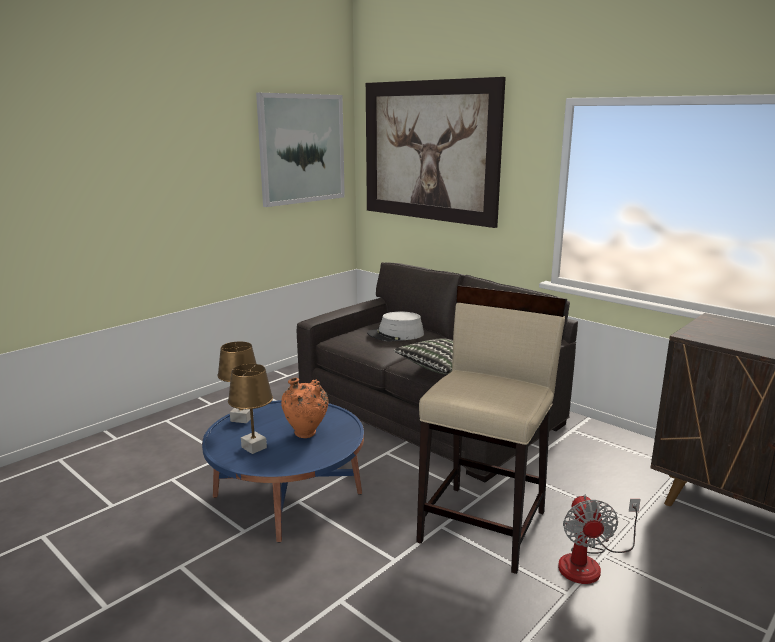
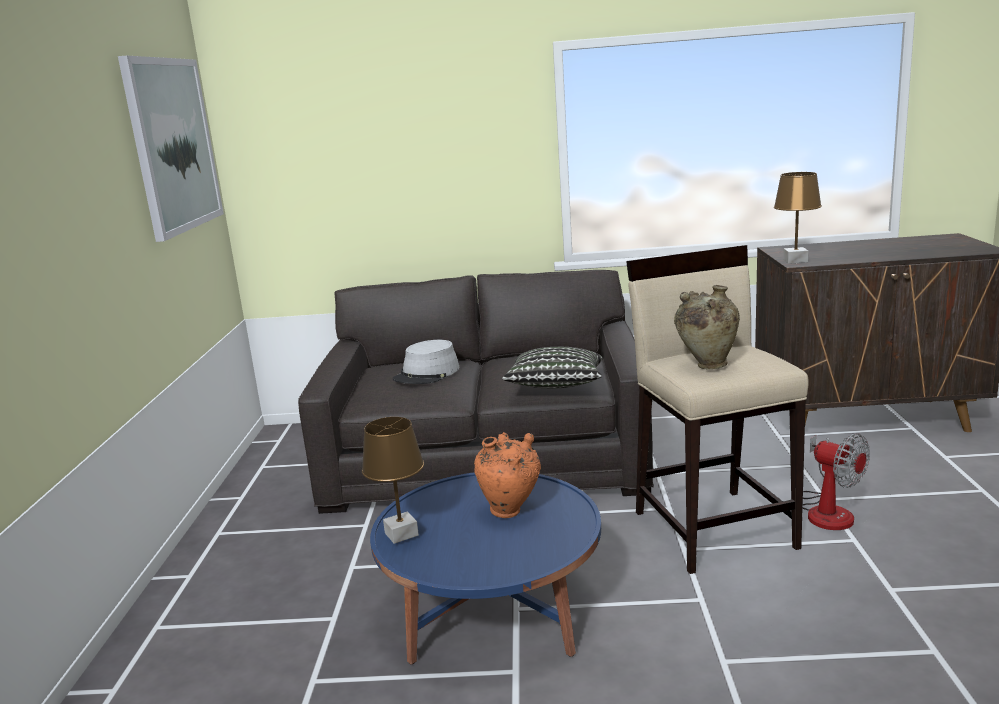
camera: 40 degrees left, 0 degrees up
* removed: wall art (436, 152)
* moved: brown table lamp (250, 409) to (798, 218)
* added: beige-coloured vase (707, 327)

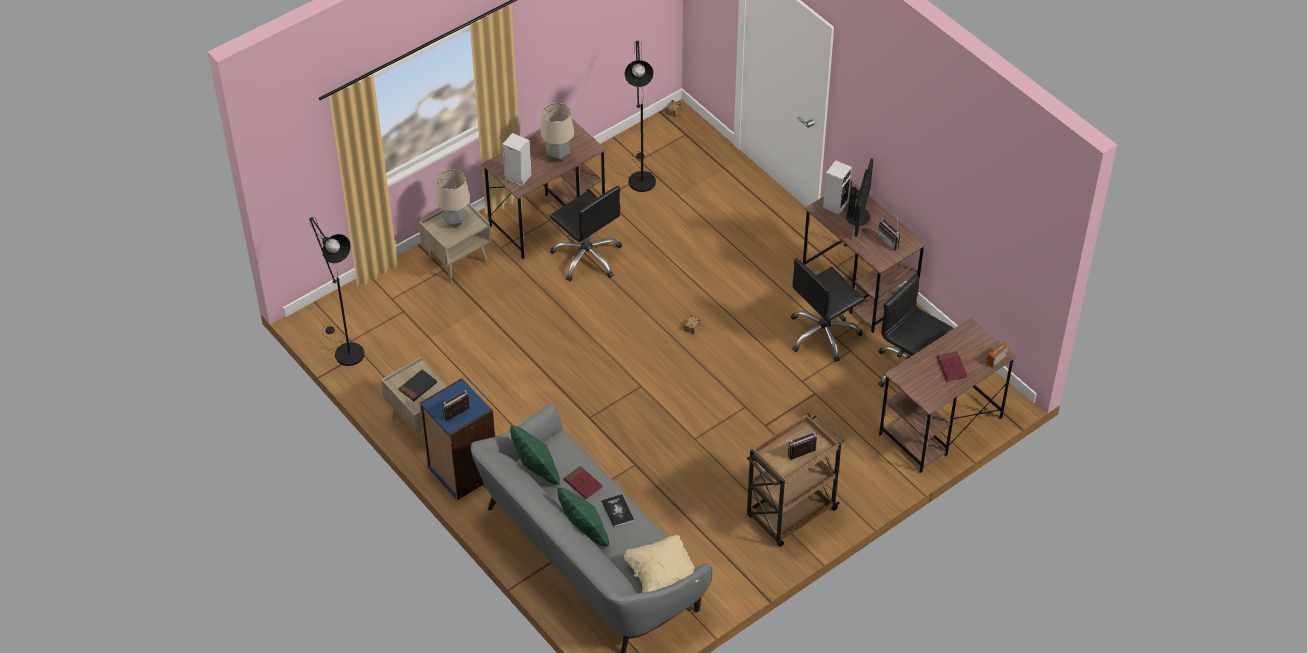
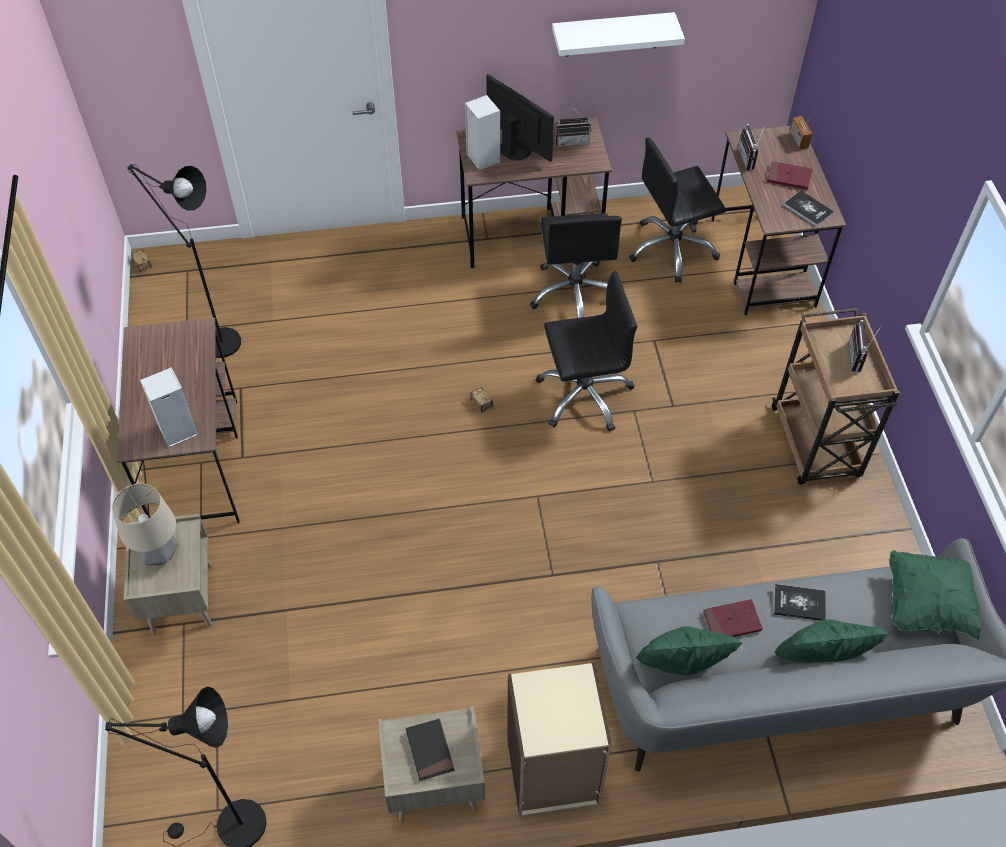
camera: 60 degrees left, 5 degrees up
* removed: table lamp (557, 132)
* moved: black computer chair (586, 233) to (586, 351)
* recoloured: bluish bookshelf (457, 439) to beige-coloured bookshelf (559, 739)
* moved: radio set (456, 405) to (752, 147)
* recoloured: beige-coloured throw pillow (661, 564) to greenish throw pillow (935, 595)
* added: white-coloured wall shelf (618, 34)
* added: volume (808, 208)

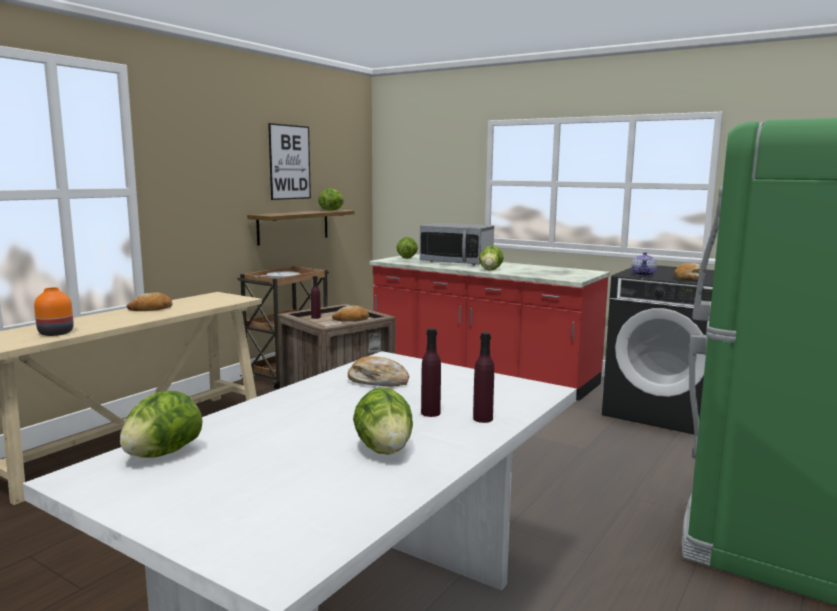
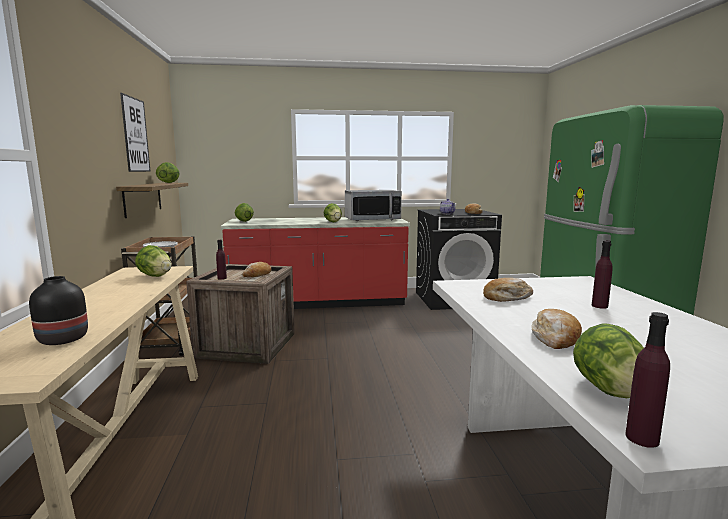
camera: 40 degrees left, 0 degrees up
* moved: microwave (457, 244) to (373, 206)
* recoloured: orange vase (54, 311) to black vase (58, 310)
* moved: baked bread (150, 302) to (556, 329)
* moved: purple drink bottle (483, 377) to (647, 380)
* moved: head of lettuce (383, 421) to (153, 261)

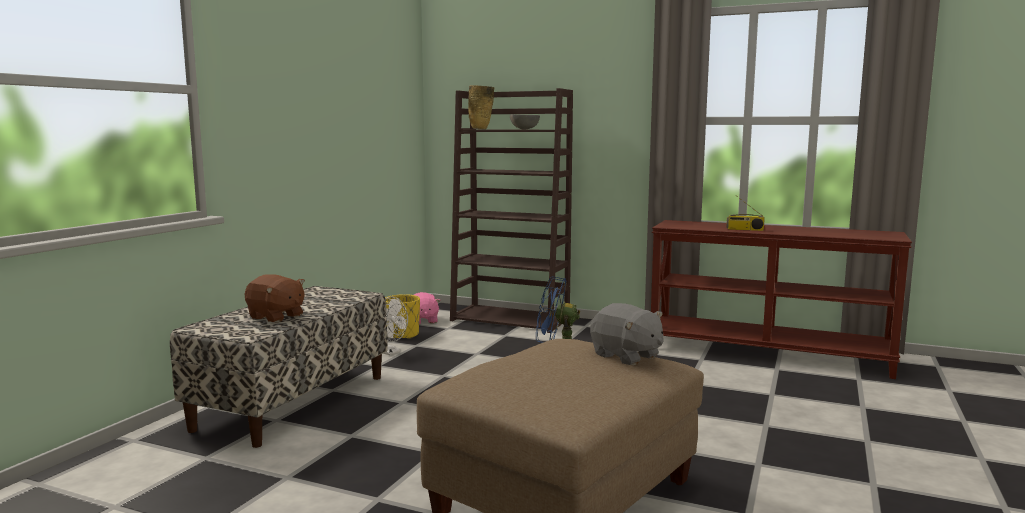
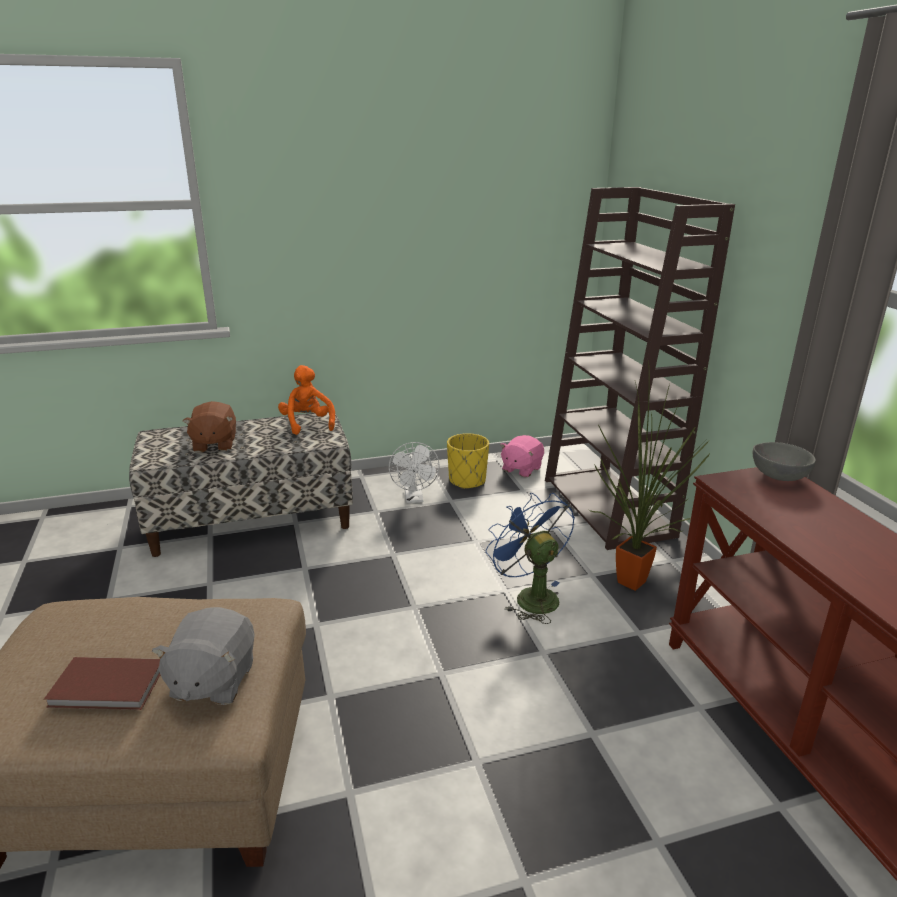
camera: 50 degrees right, 15 degrees up
* removed: beige-coloured vase (481, 107)
* moved: gray bowl (525, 121) to (784, 461)
* removed: radio set (745, 213)
* added: plant in a pot (648, 475)
* added: orange soft toy (306, 400)
* added: brown volume (102, 683)

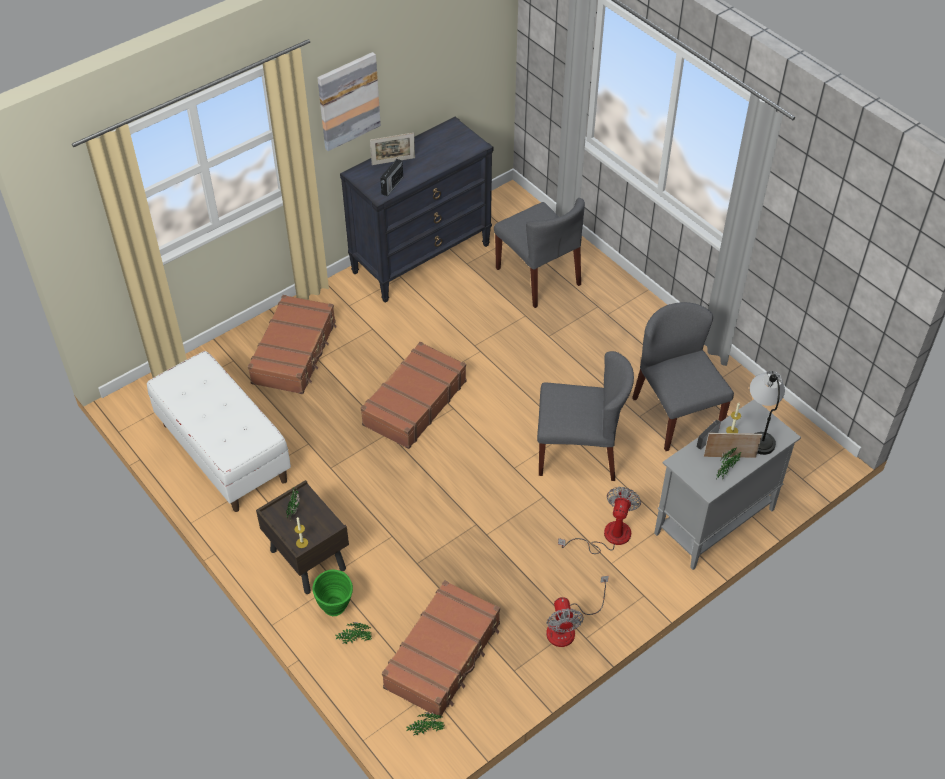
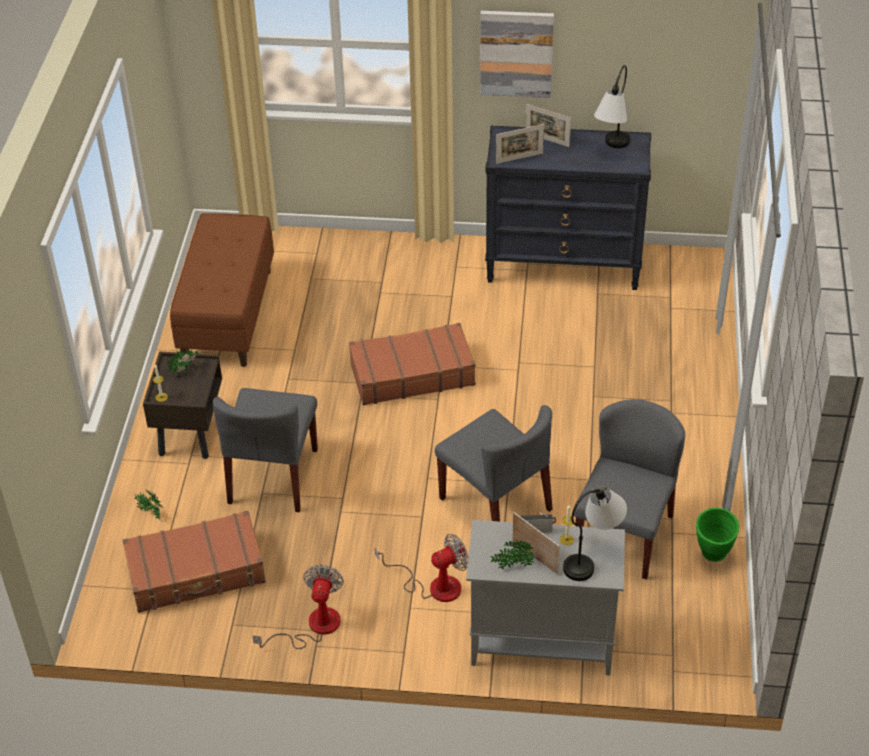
camera: 45 degrees right, 5 degrees down
* replaced: radio set (391, 177) to photo frame (520, 144)
* moved: gray plain chair (539, 253) to (265, 450)
* removed: brown suitcase (292, 344)
* recoloured: white-coloured indoor bench (219, 431) to brown indoor bench (222, 290)
* moved: greenish vase (333, 593) to (717, 535)
* turned: electric fan (577, 611) = (298, 607) 150 degrees clockwise
* removed: plant in a pot (425, 724)
* added: table lamp (612, 106)

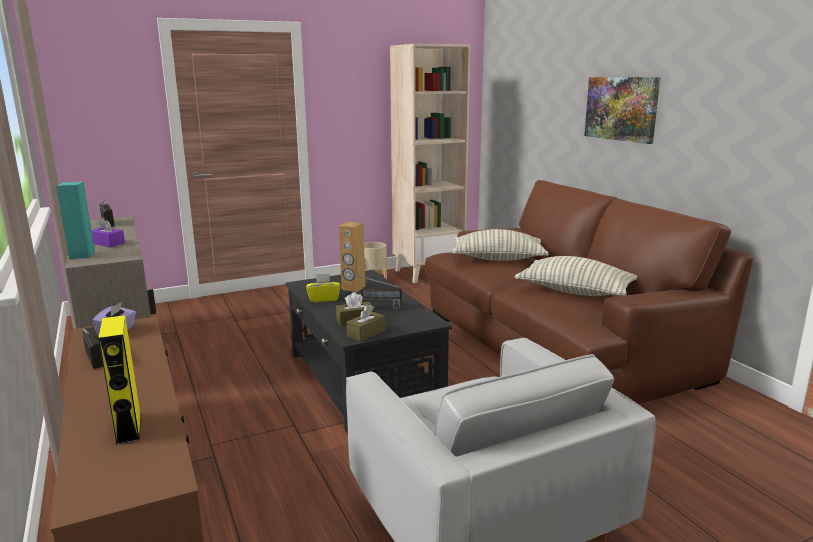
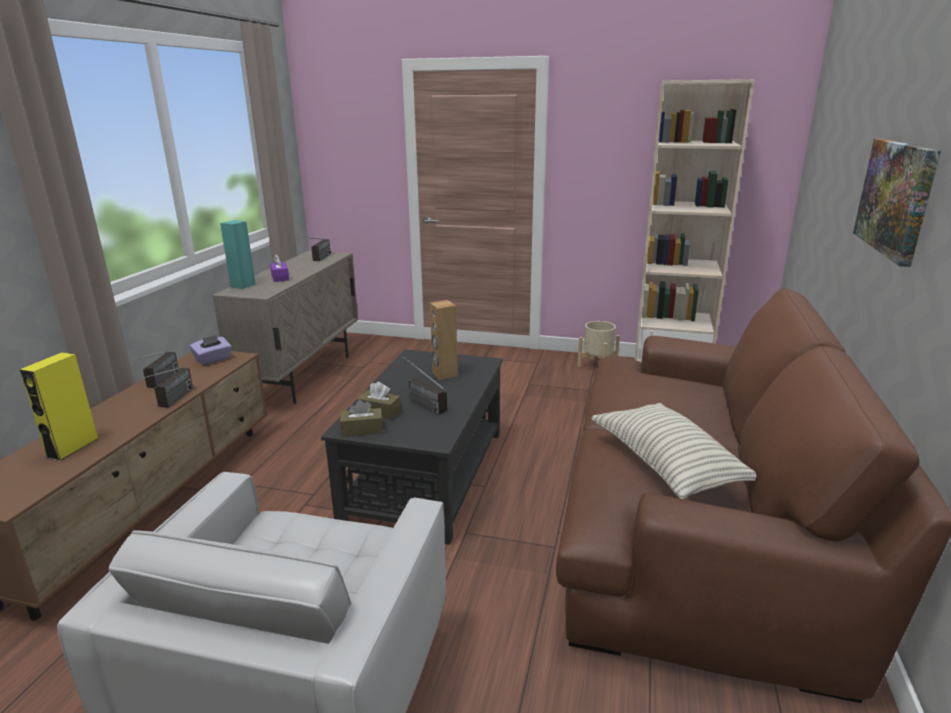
camera: 40 degrees right, 5 degrees up
* removed: throw pillow (500, 245)
* removed: yellow-coloured tissue box (323, 287)
* added: radio set (164, 388)

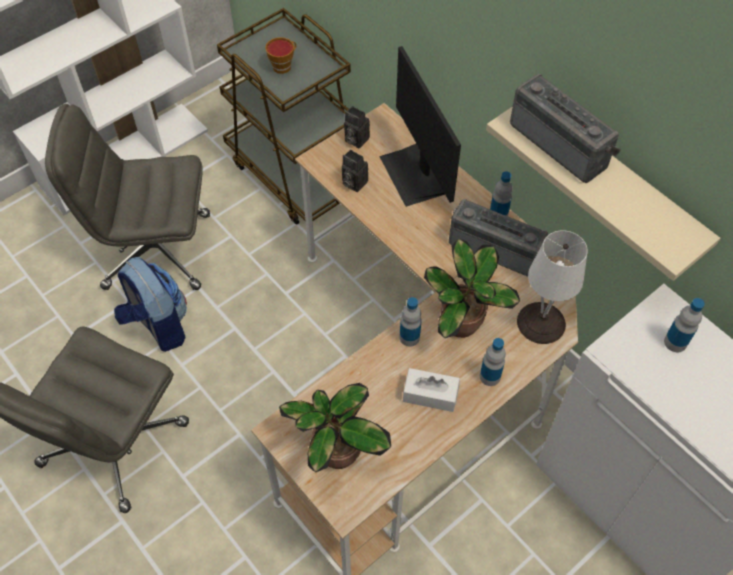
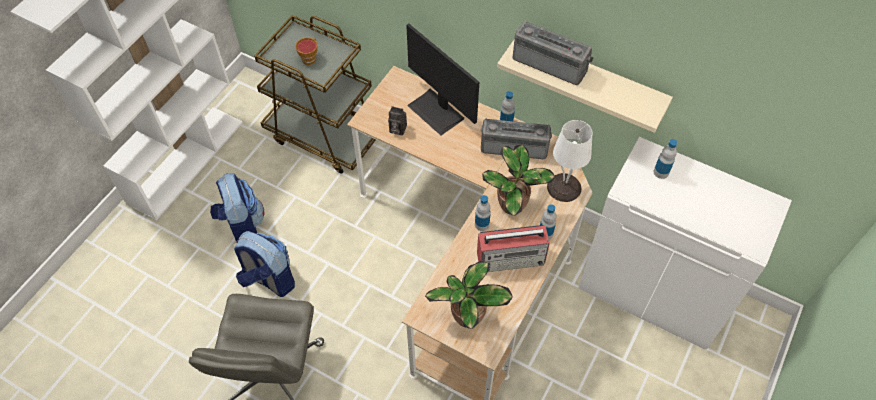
camera: 20 degrees left, 0 degrees up
* replaced: gray computer chair (127, 197) to backpack (237, 207)
* removed: still camera (357, 127)
* replaced: white-coloured tissue box (431, 390) to radio set (513, 248)

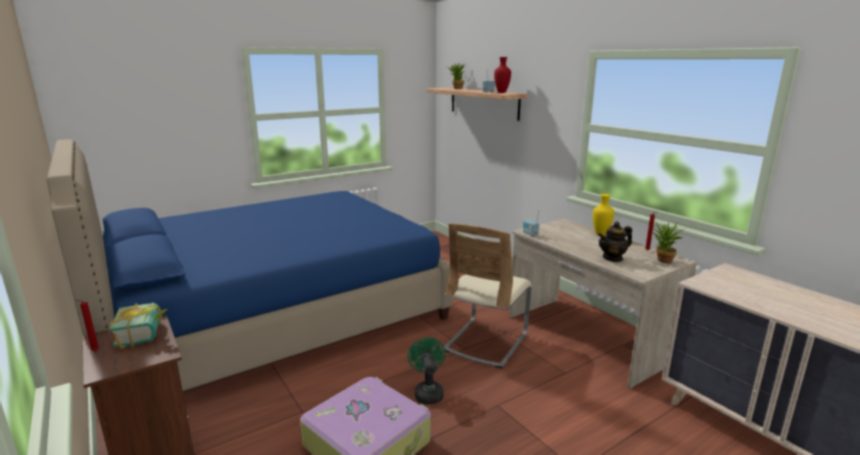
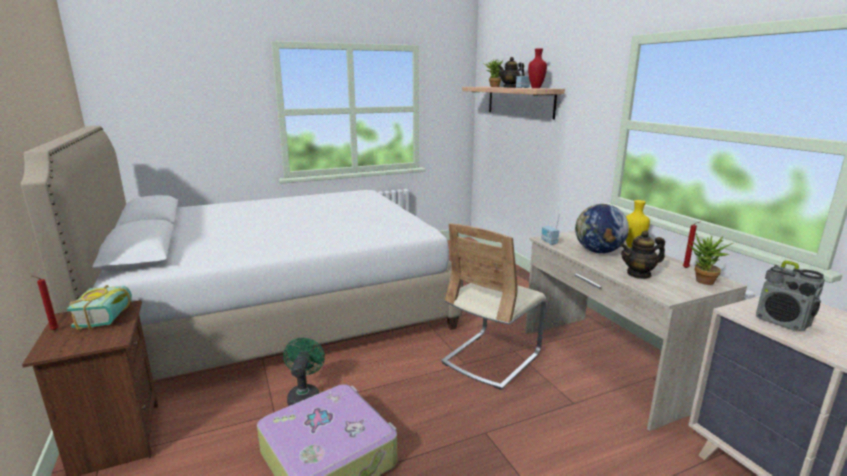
camera: 10 degrees right, 0 degrees up
* recoloured: bluish bedroom bed (250, 265) to white-coloured bedroom bed (242, 253)
* moved: greenish electric fan (426, 370) to (304, 372)
* added: teapot (511, 72)
* added: world globe (602, 228)
* added: radio set (790, 296)

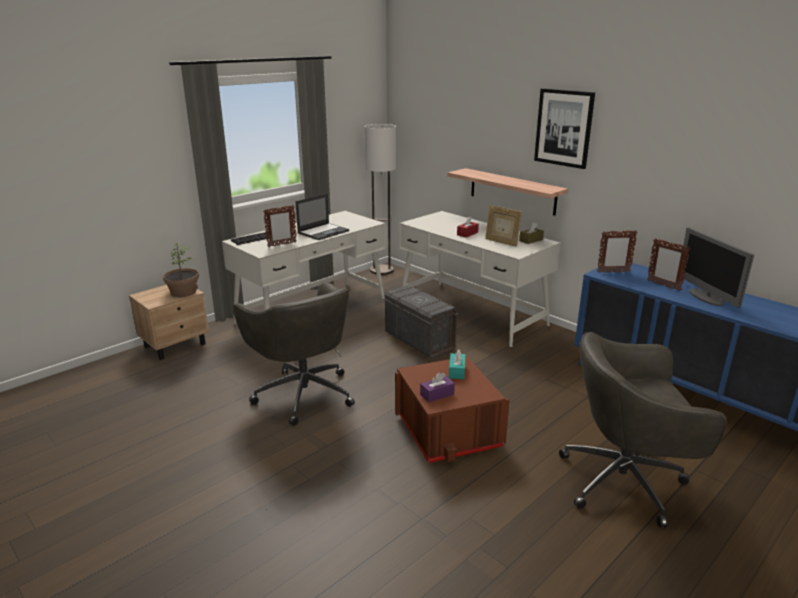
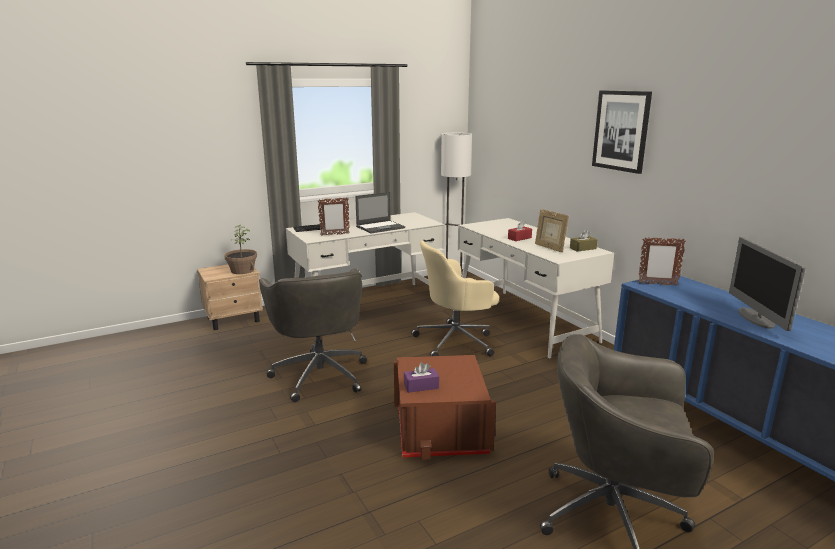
camera: 15 degrees right, 5 degrees down
* removed: wall shelf (508, 192)
* removed: photo frame (668, 264)
* replaced: gray storage bin (421, 322) to beige-coloured computer chair (455, 298)
* removed: blue-green tissue box (457, 364)

